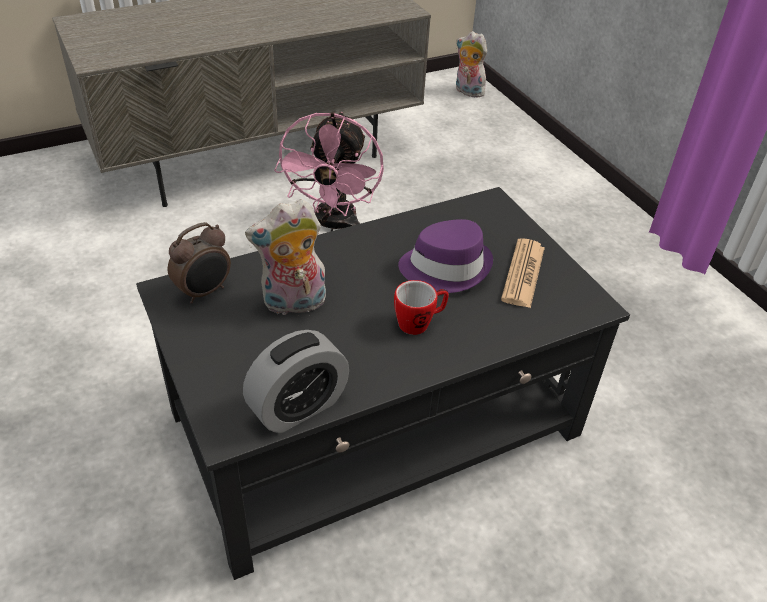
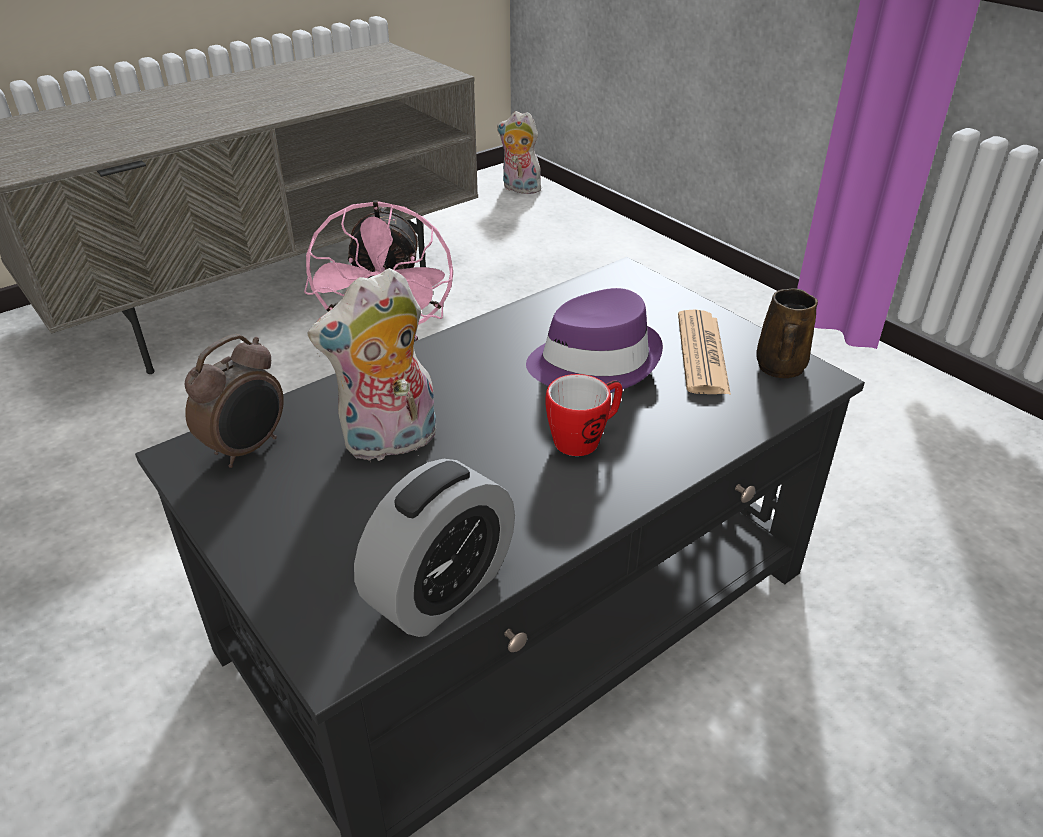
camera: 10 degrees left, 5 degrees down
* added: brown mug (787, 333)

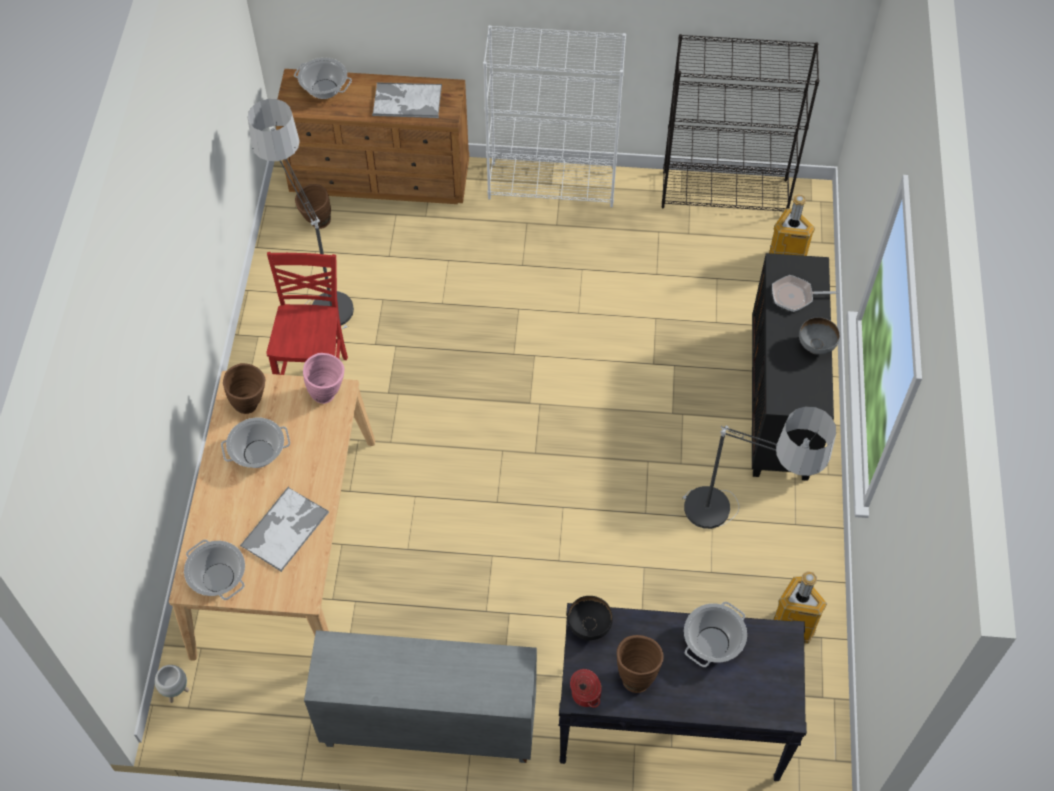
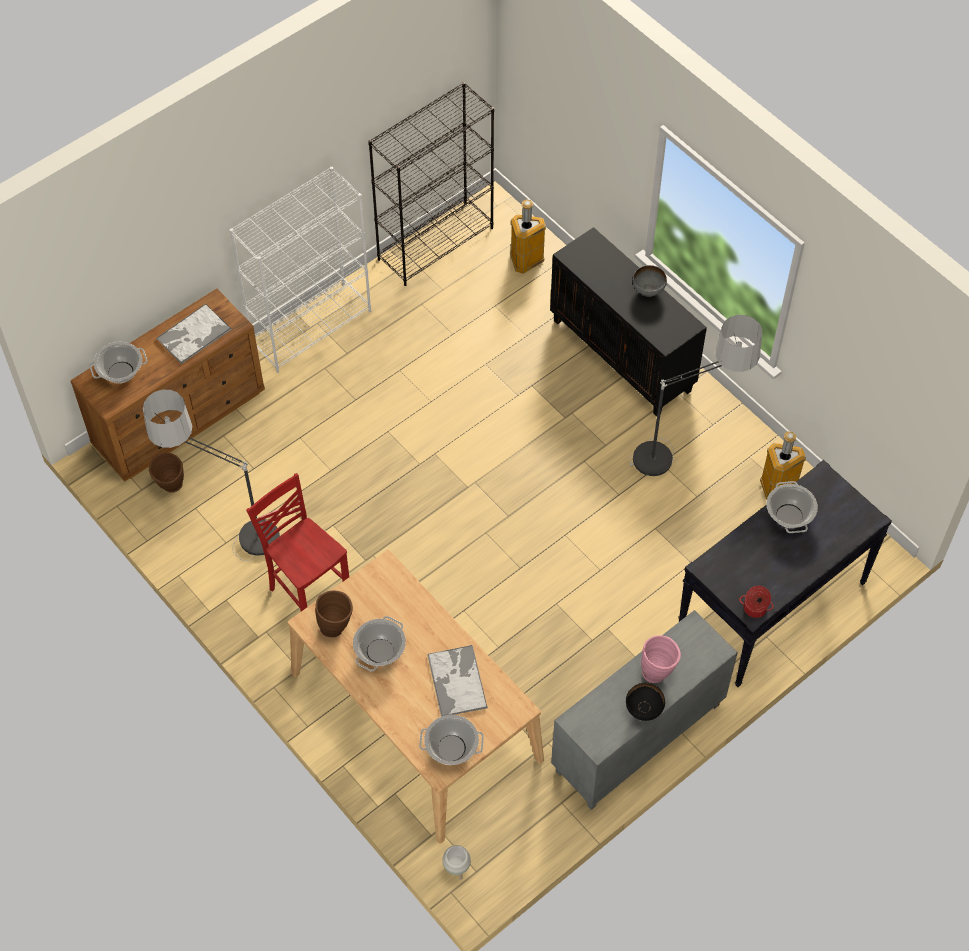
camera: 45 degrees left, 0 degrees up
* removed: pan (805, 293)
* moved: pink-coloured vase (323, 378) to (661, 659)
* moved: black bowl (590, 618) to (645, 702)
* removed: brown vase (640, 664)

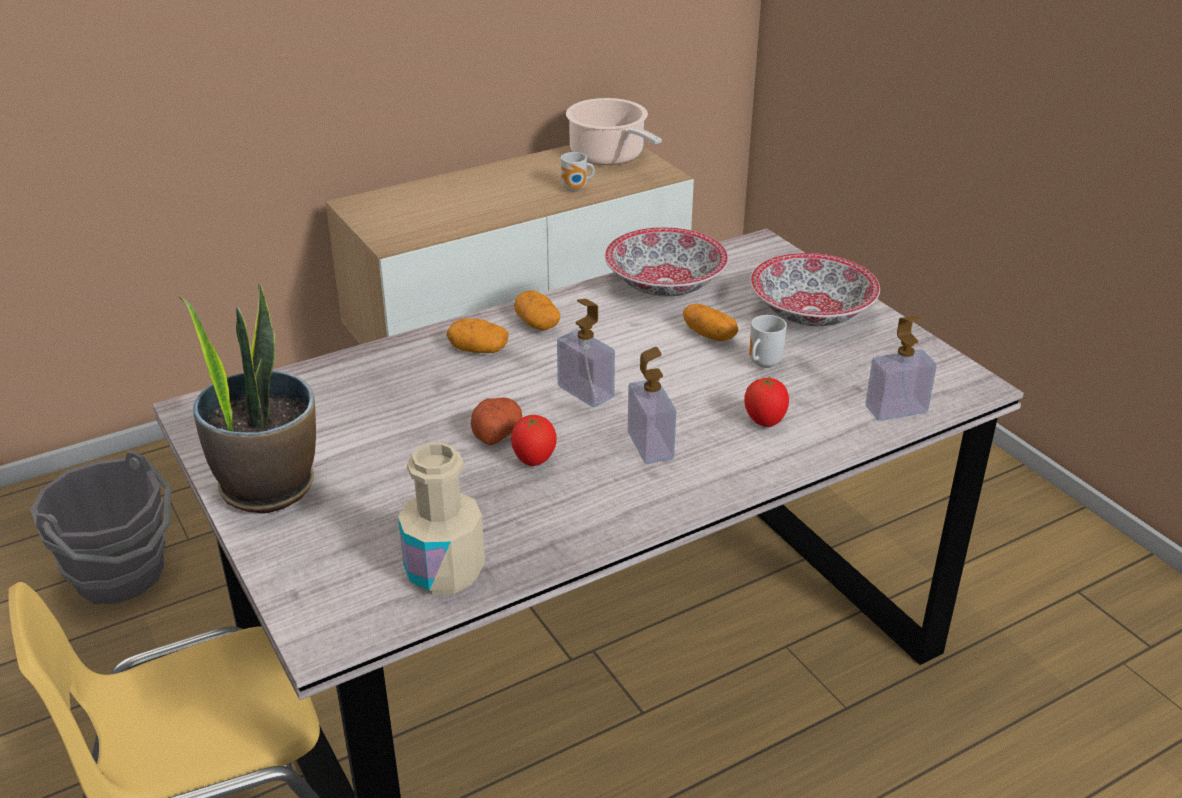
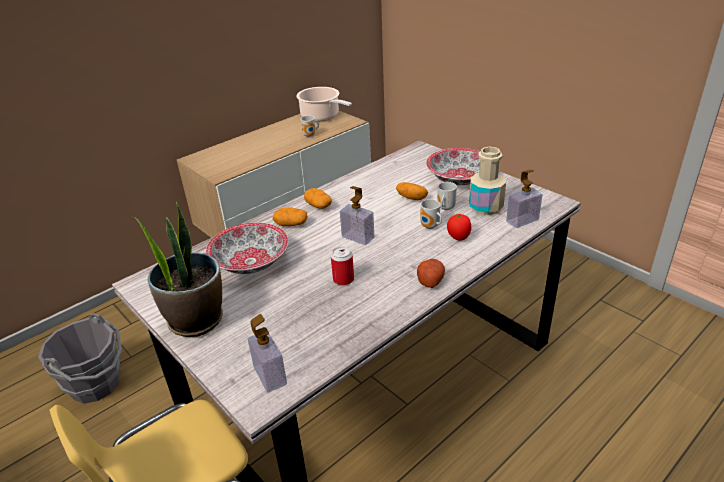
camera: 10 degrees left, 0 degrees up
* moved: bowl (666, 261) to (247, 248)
* moved: liquid soap bottle (652, 405) to (267, 353)
* moved: spud (496, 421) to (431, 273)
* replaced: fresh tomato (534, 440) to sealed can (342, 265)
* moved: beige-coloured drink bottle (441, 518) to (487, 181)
* added: mug (431, 214)

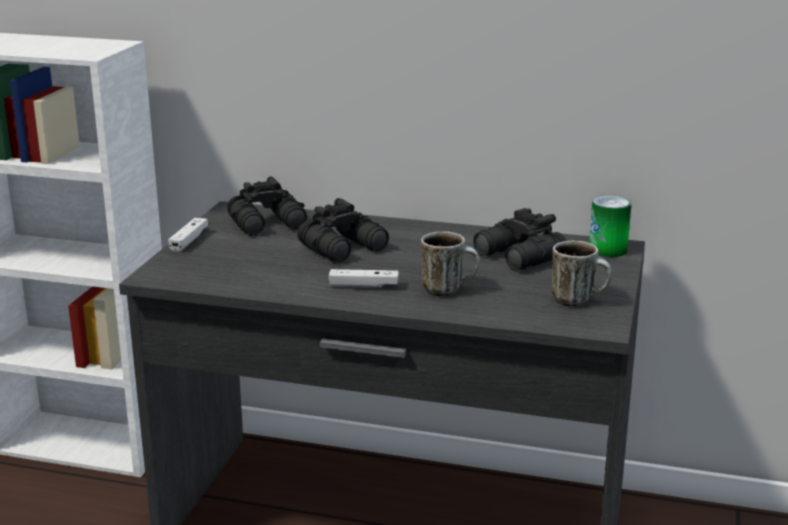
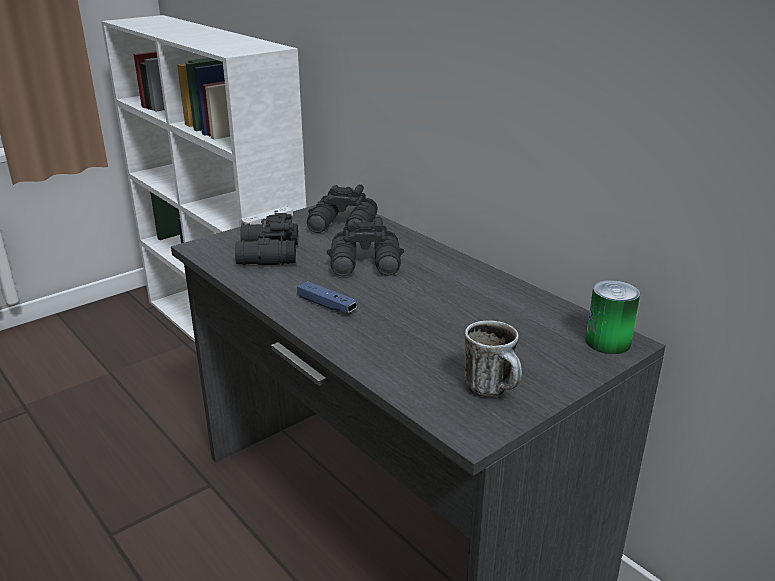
camera: 35 degrees right, 5 degrees up
* moved: black pair of binoculars (519, 239) to (266, 239)
* removed: mug (450, 263)
* recoloured: white-coloured joypad (364, 278) to bluish joypad (327, 297)

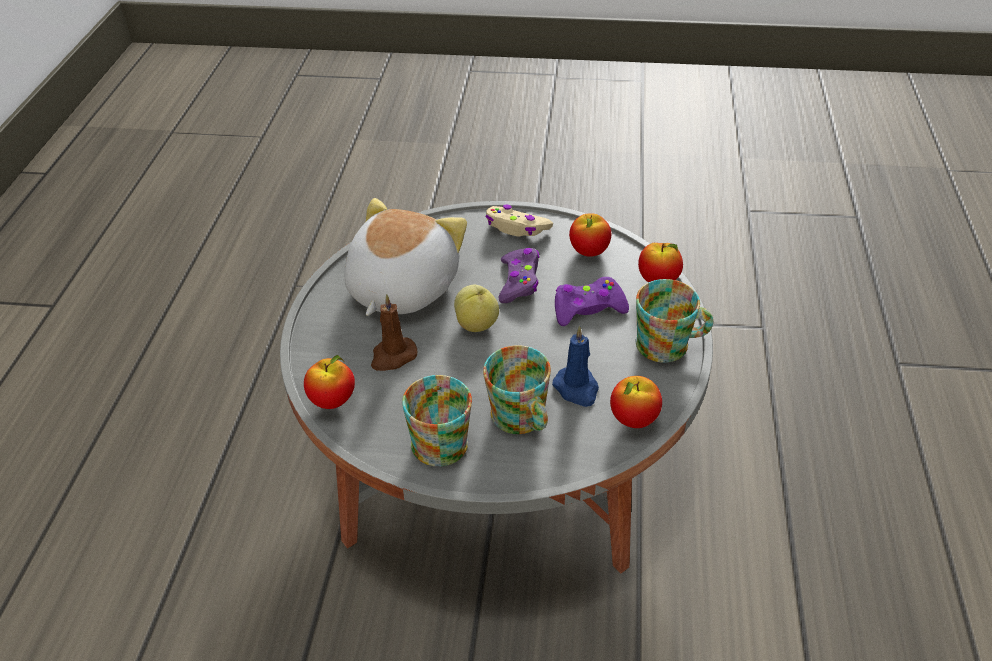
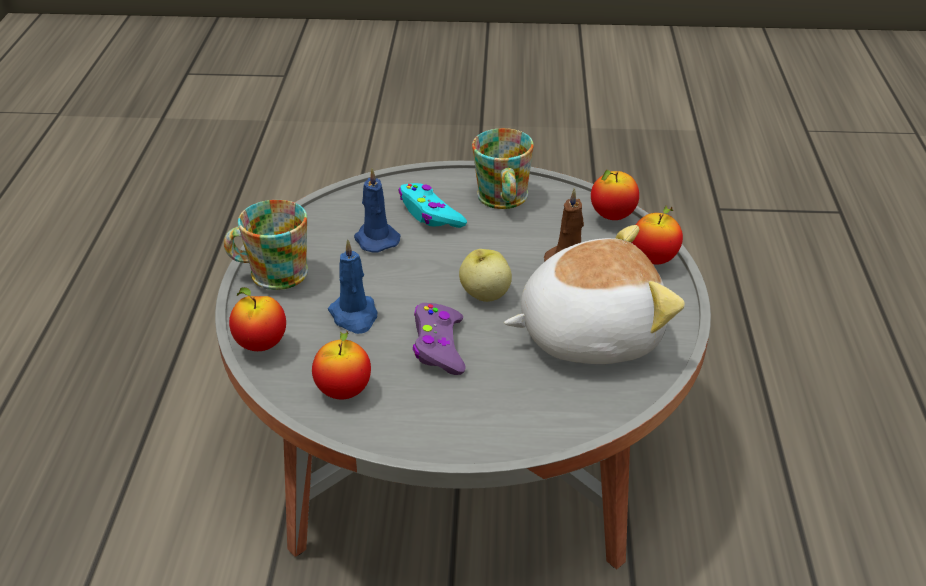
camera: 175 degrees right, 5 degrees down
* turned: soft toy (405, 257) = (594, 294) 120 degrees counterclockwise
* removed: beige-coloured joypad (519, 220)
* replaced: purple joypad (592, 301) to bluish candle (352, 286)
* replaced: mug (517, 389) to blue-green joypad (433, 205)
* moved: apple fruit (636, 402) to (657, 235)

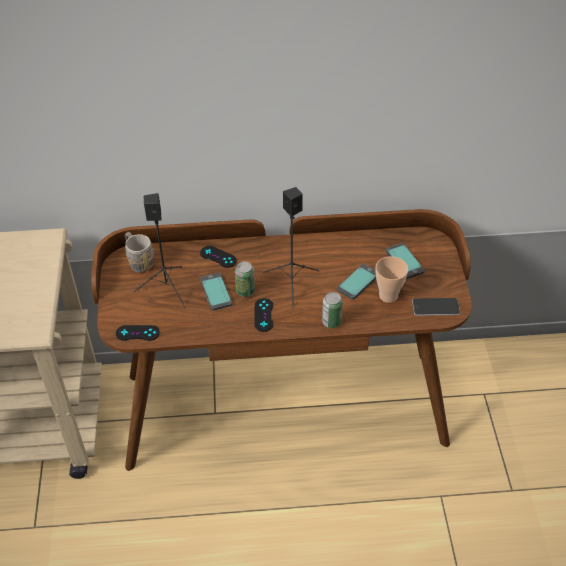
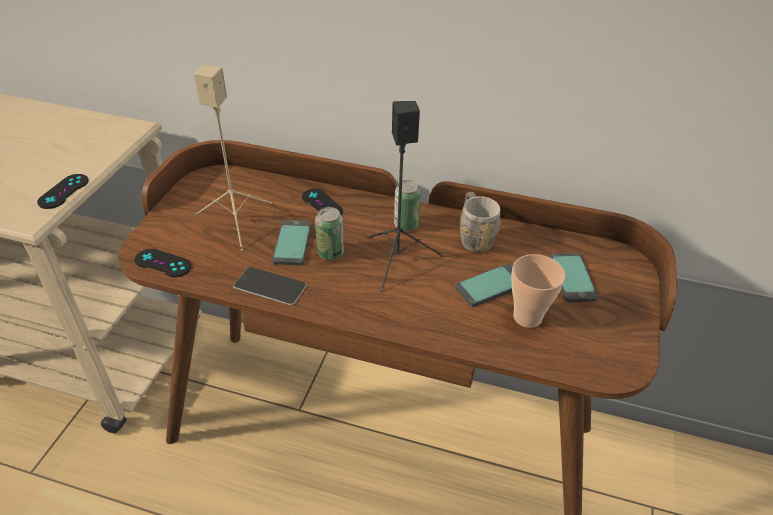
camera: 20 degrees right, 5 degrees down
* recoloured: black speaker (160, 250) to beige-coloured speaker (233, 158)
* moved: gray mug (139, 252) to (480, 222)
* moved: sealed can (332, 310) to (407, 205)
* moved: black joypad (263, 315) to (63, 191)
* moved: phone (436, 307) to (270, 286)

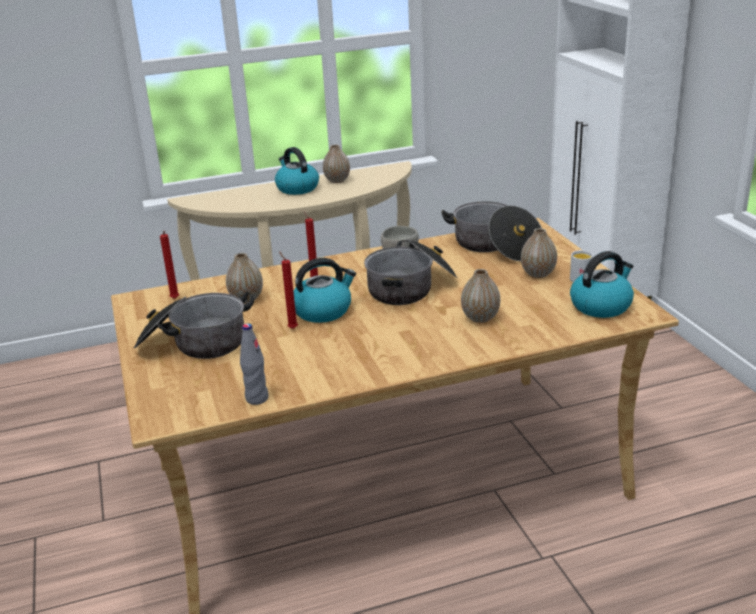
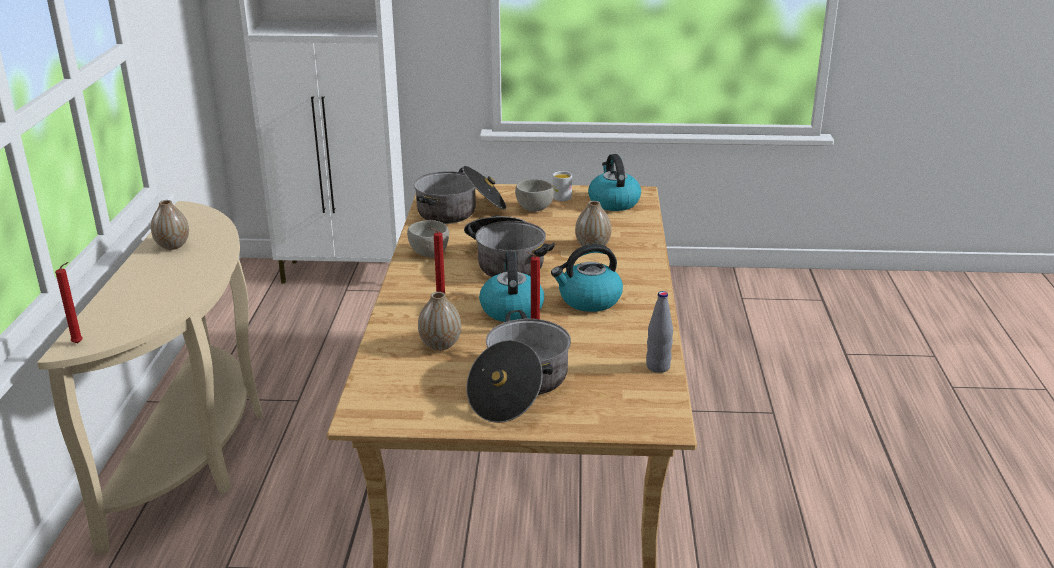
camera: 70 degrees left, 0 degrees up
* moved: kettle (297, 171) to (587, 278)
* replaced: vase (539, 253) to gray bowl (534, 195)
* moved: red candle (169, 265) to (69, 302)

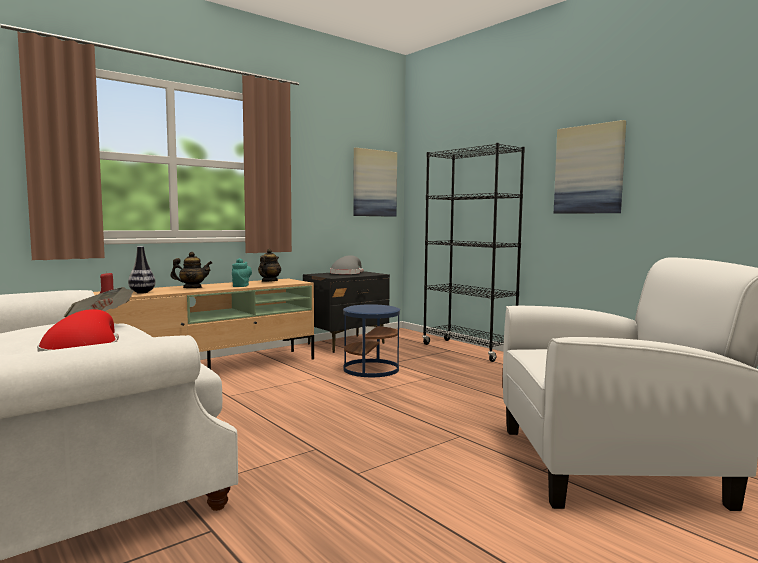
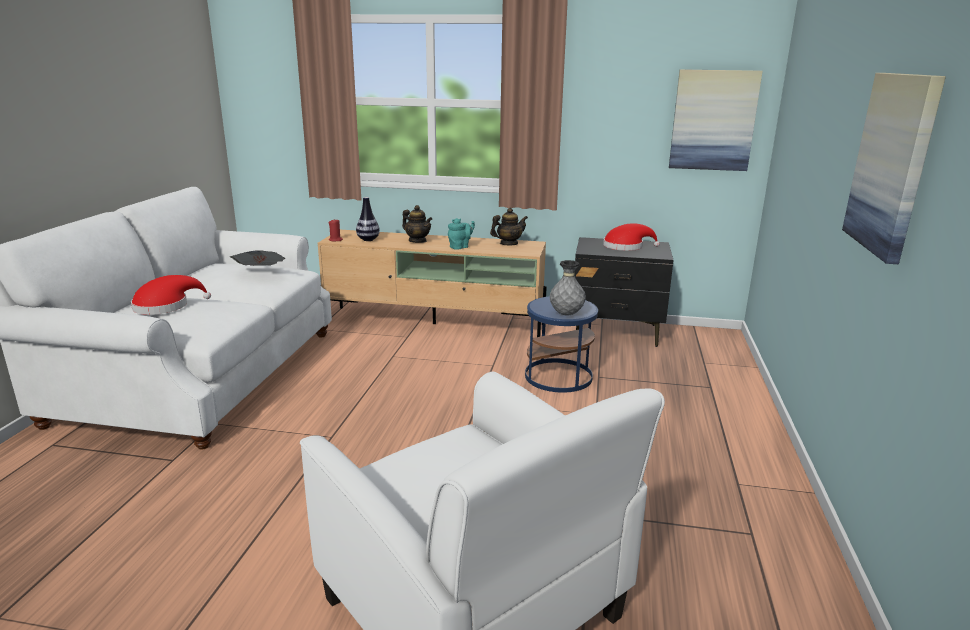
camera: 50 degrees right, 15 degrees up
* removed: black bookshelf (473, 252)
* recoloured: gray clothing hat (346, 264) to red clothing hat (631, 237)
* added: gray vase (568, 287)

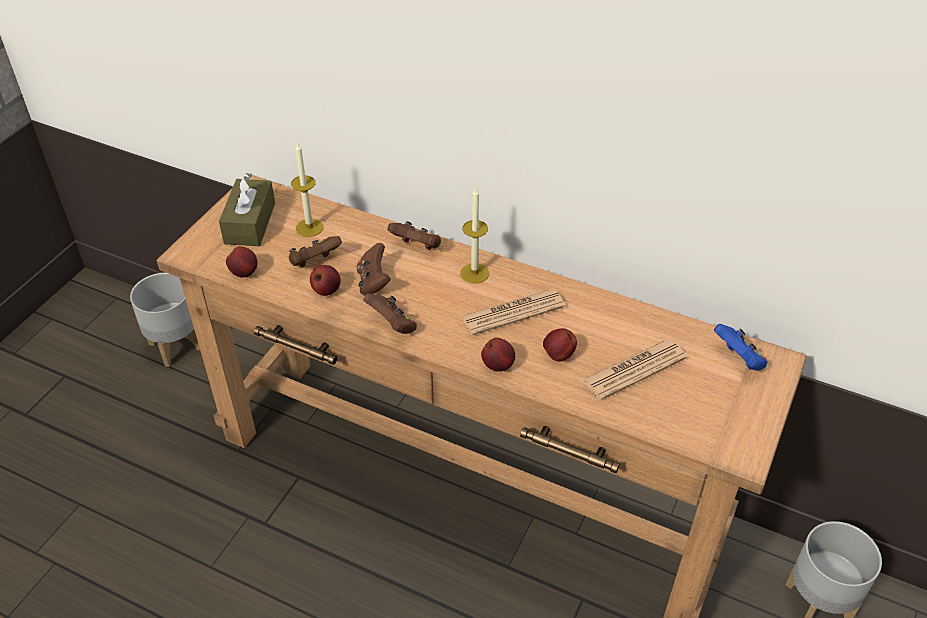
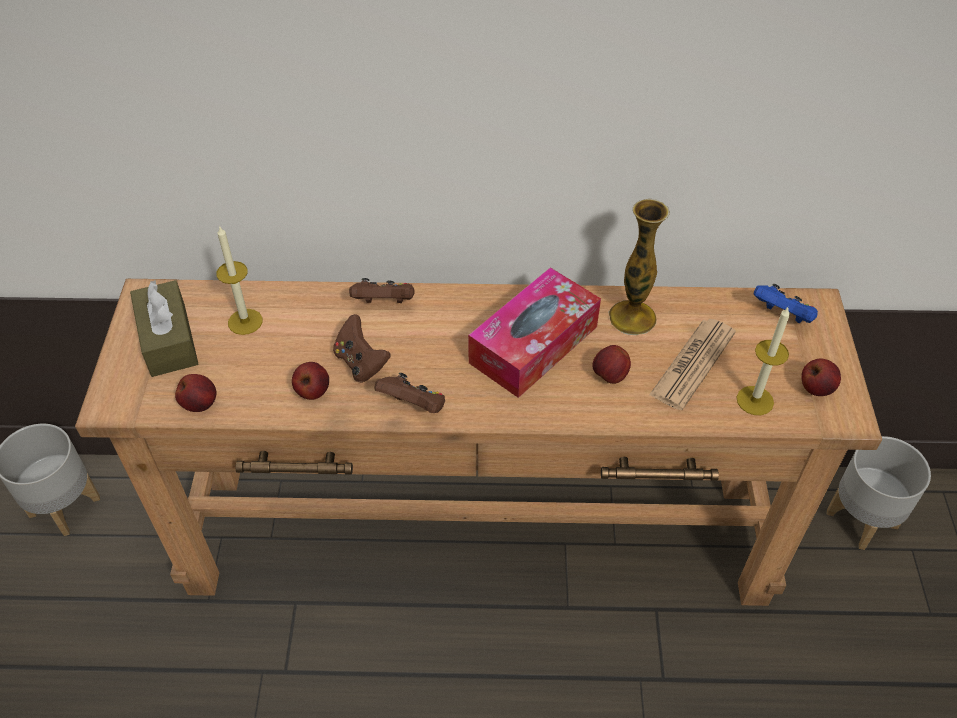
camera: 25 degrees left, 5 degrees up
* moved: candle (474, 236) to (763, 361)
* removed: brown joypad (315, 251)
* replaced: daily paper (512, 312) to tissue box (534, 332)
* moved: apple fruit (498, 355) to (821, 377)
* added: vase (639, 267)

